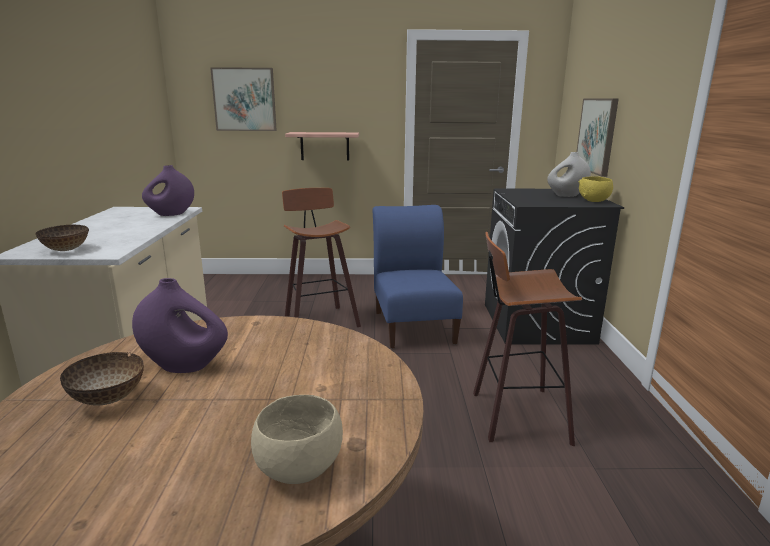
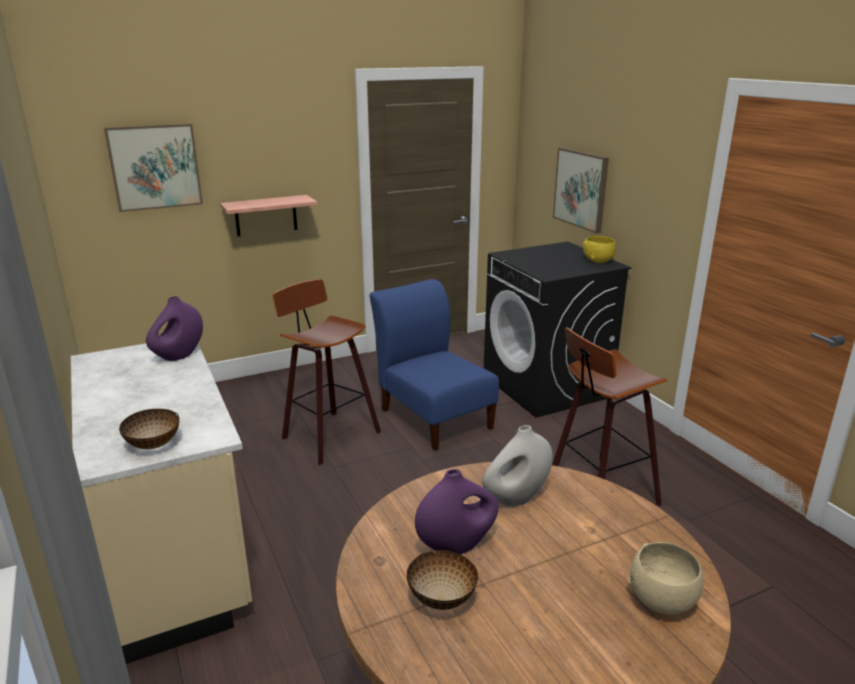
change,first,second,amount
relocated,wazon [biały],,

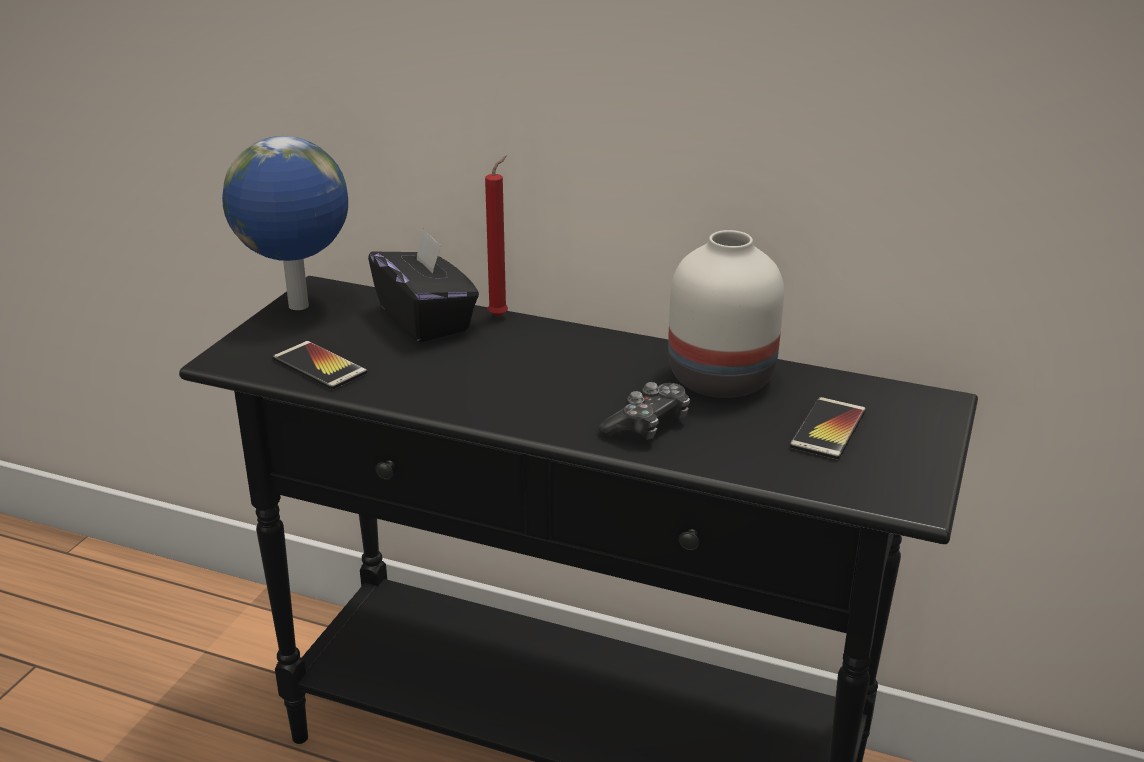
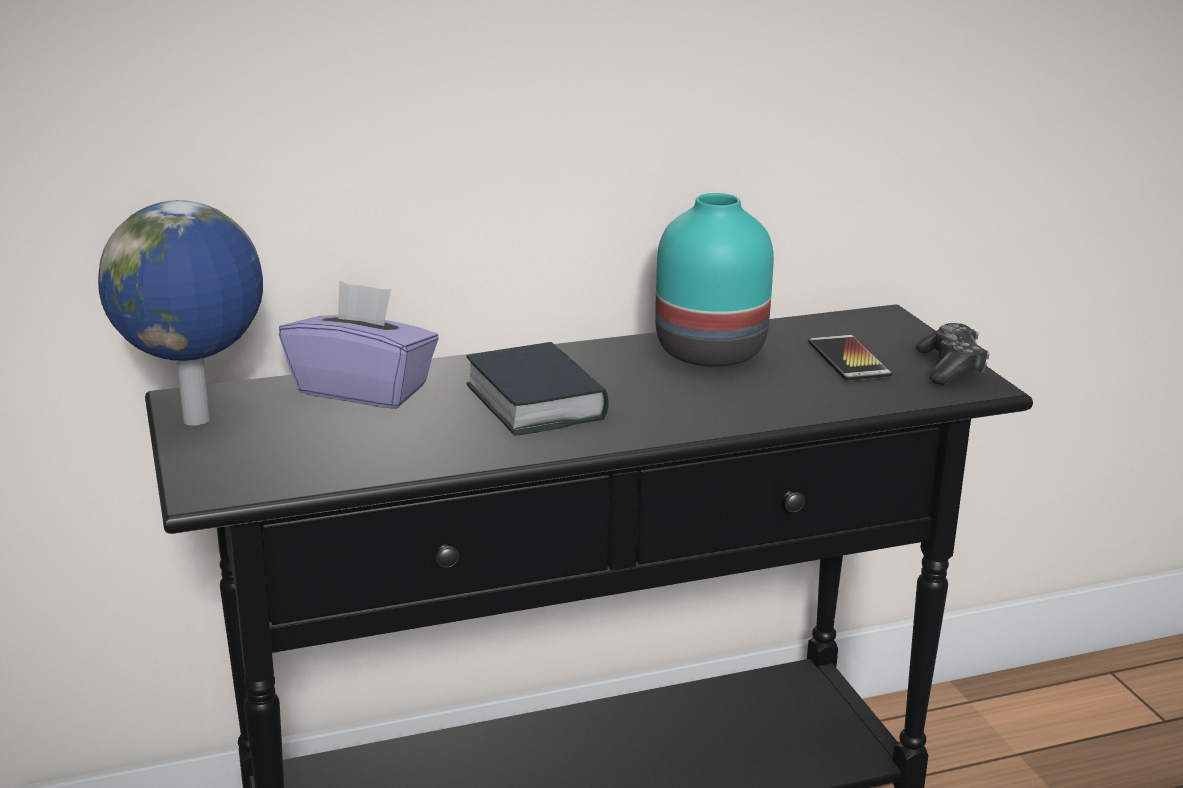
change,first,second,amount
missing,świeca [czerwony],,
colour,pudełko chusteczek [czarny],pudełko chusteczek [fioletowy],
colour,wazon [biały],wazon [turkusowy],
missing,telefon (no. 1 from left),,
relocated,pad do gier,,
appeared,,książka,

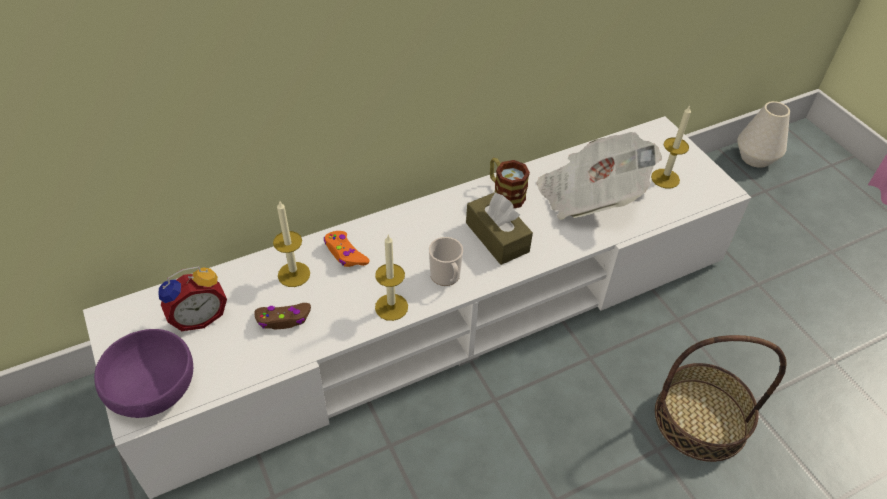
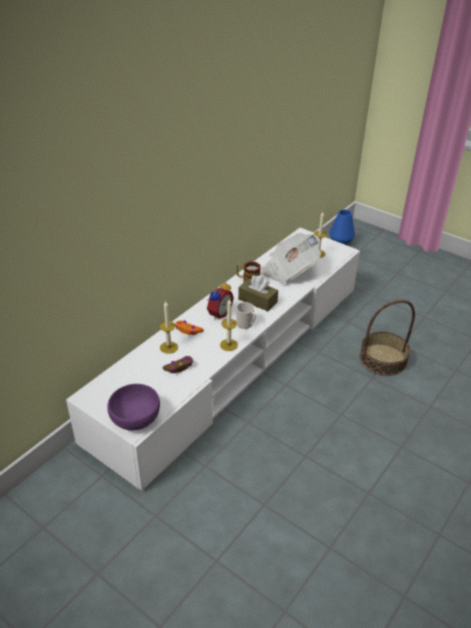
change,first,second,amount
colour,wazon [biały],wazon [niebieski],
relocated,budzik,,

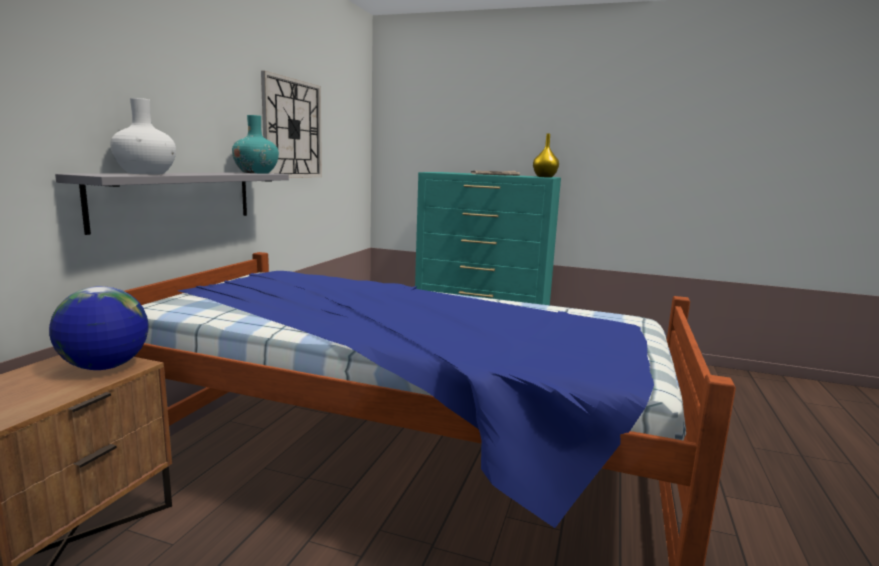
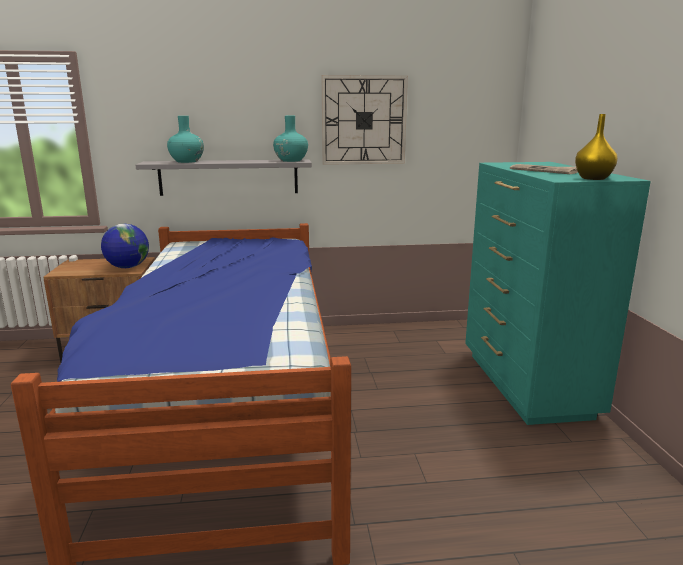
change,first,second,amount
colour,wazon [biały],wazon [turkusowy] (no. 1 from left),

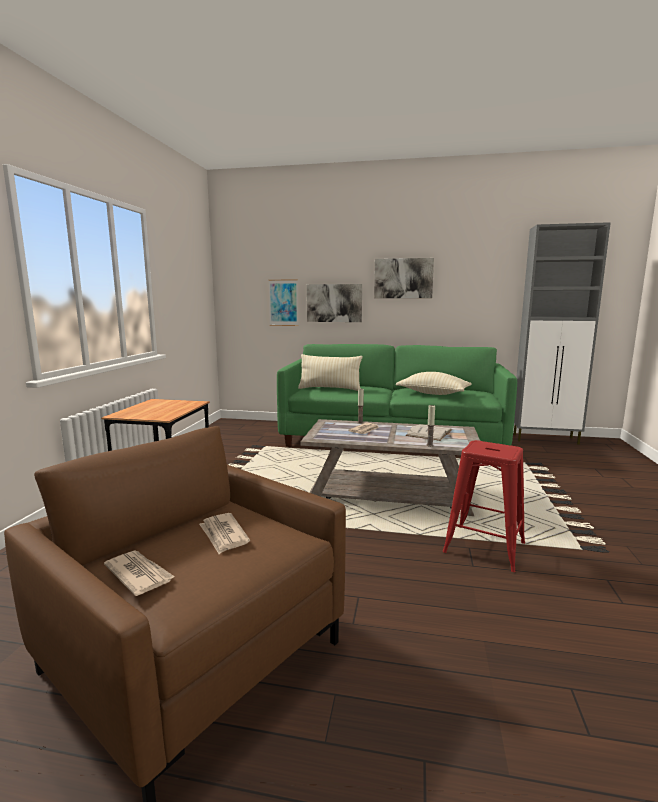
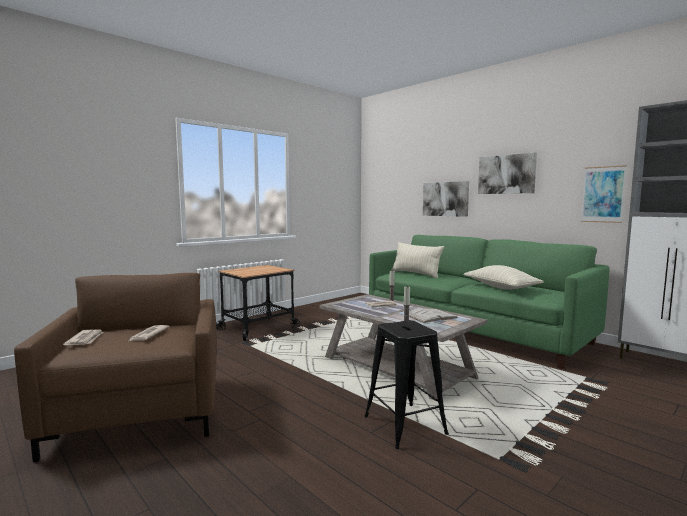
change,first,second,amount
relocated,obraz (no. 1 from left in the first image),obraz (no. 3 from left),
colour,stołek [czerwony],stołek [czarny],

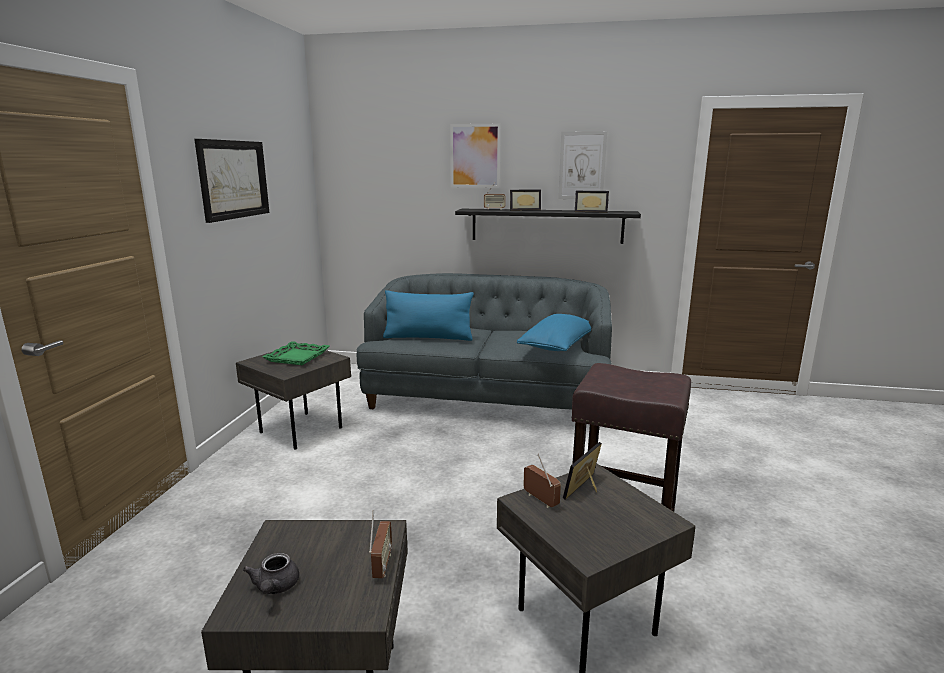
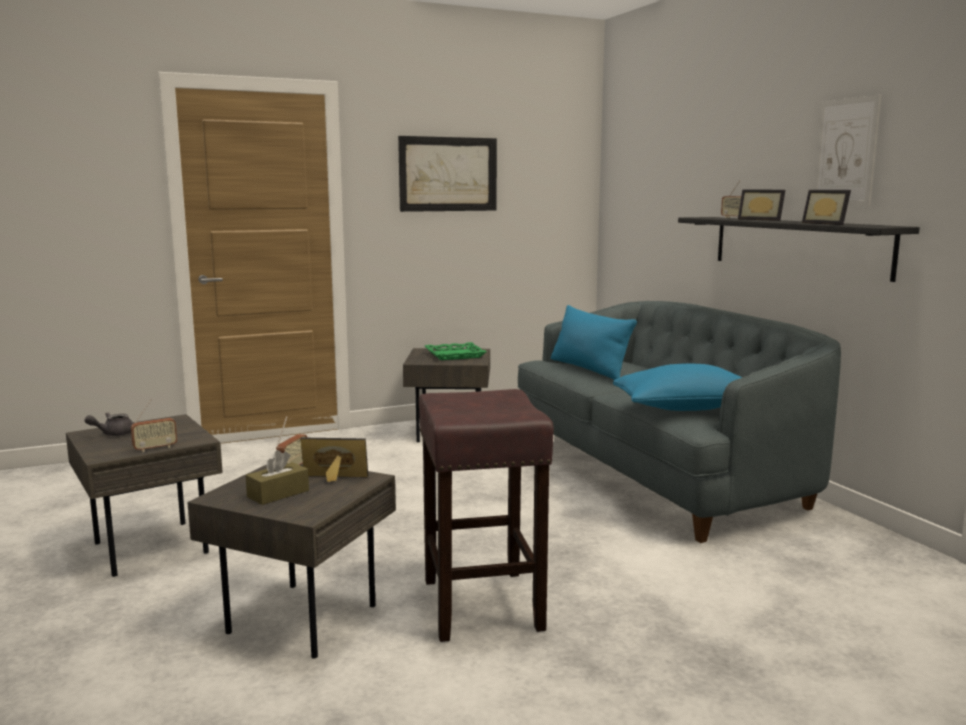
change,first,second,amount
missing,obraz (no. 2 from left),,
appeared,,pudełko chusteczek [brązowy],

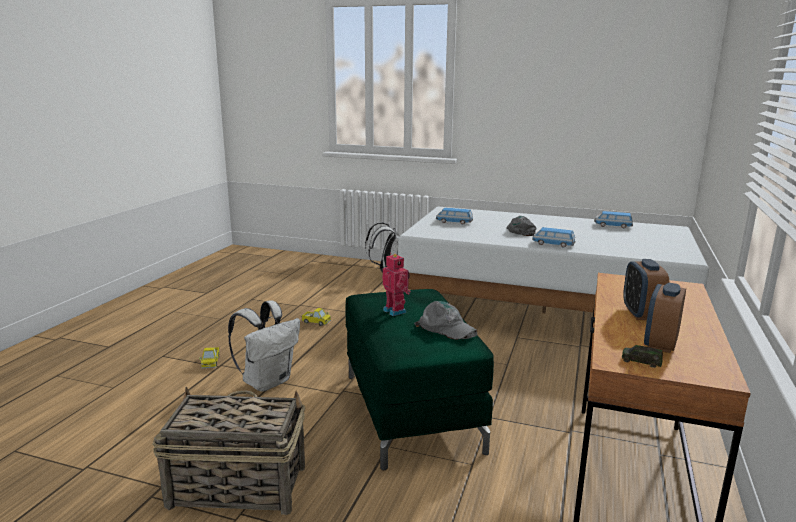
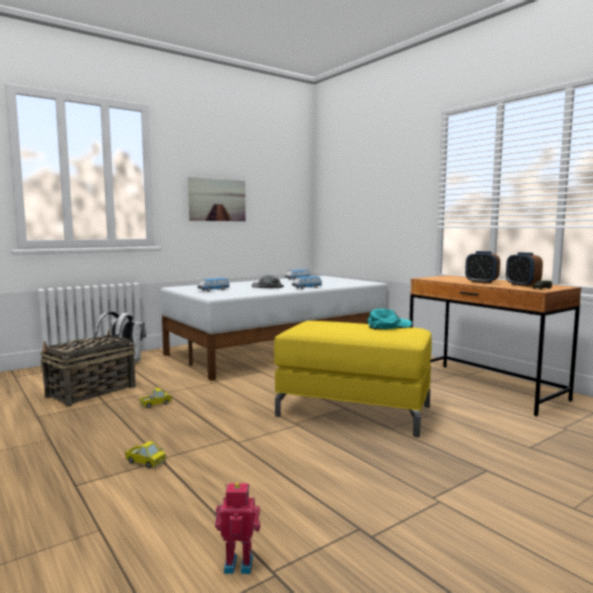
change,first,second,amount
relocated,robot zabawkowy,,
colour,pufa [zielony],pufa [żółty],
missing,plecak [biały] (no. 1 from left),,
colour,czapka z daszkiem [szary] (no. 1 from left),czapka z daszkiem [turkusowy],
relocated,koszyk,,
appeared,,obraz,

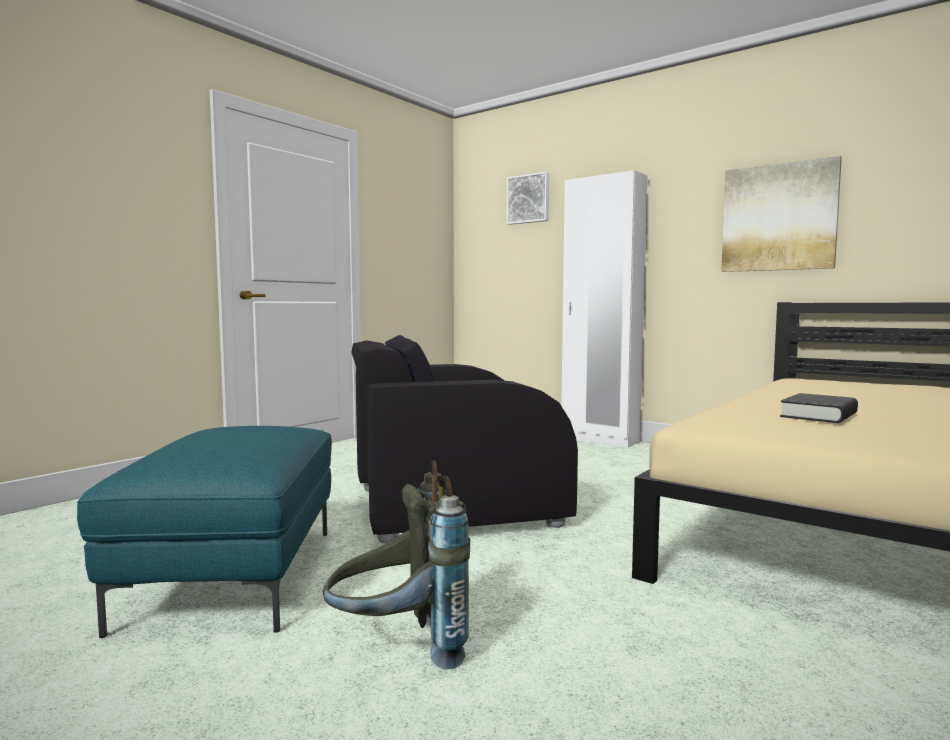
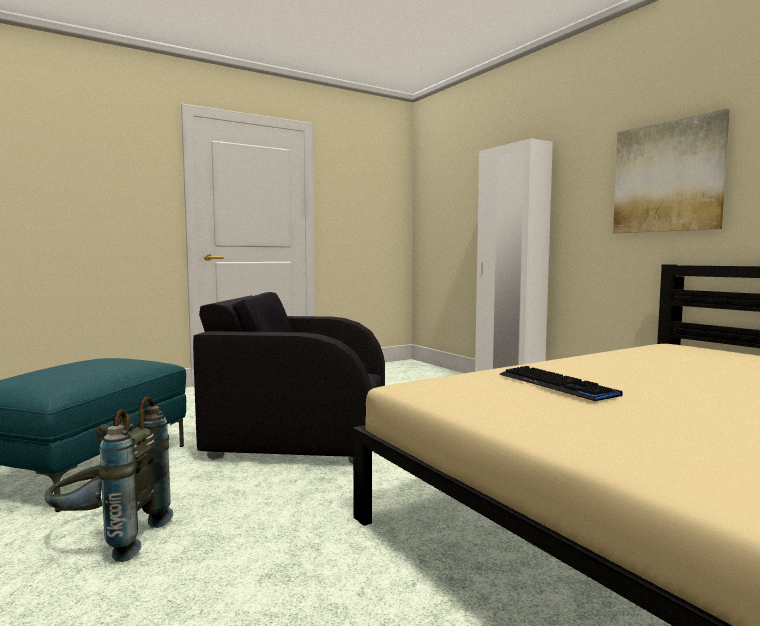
change,first,second,amount
missing,obraz (no. 1 from left),,
exchanged,książka [czarny],klawiatura,

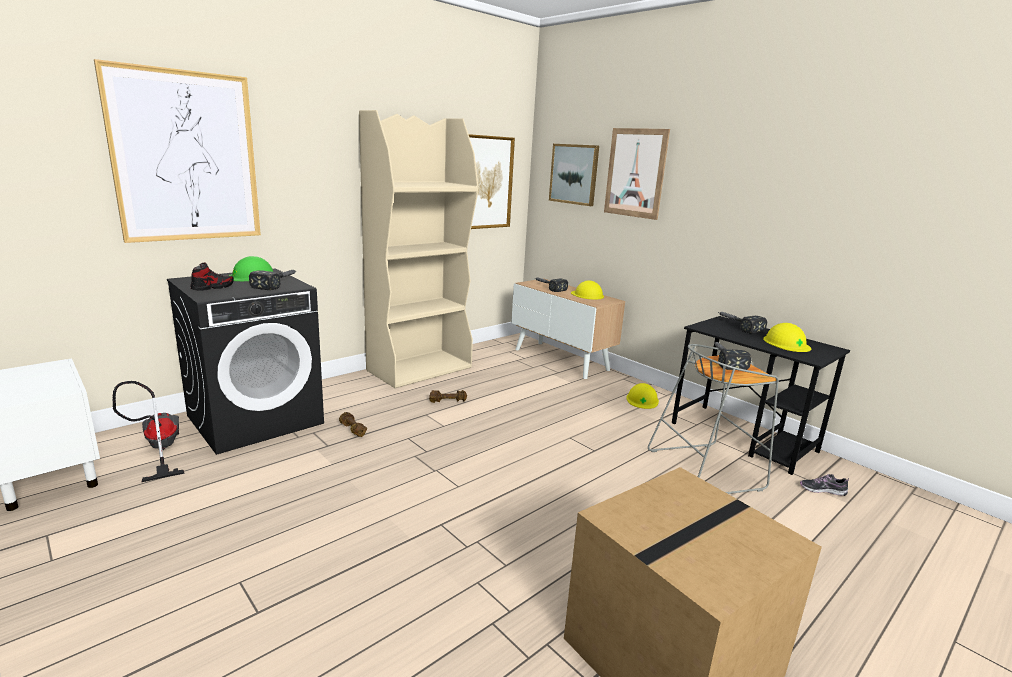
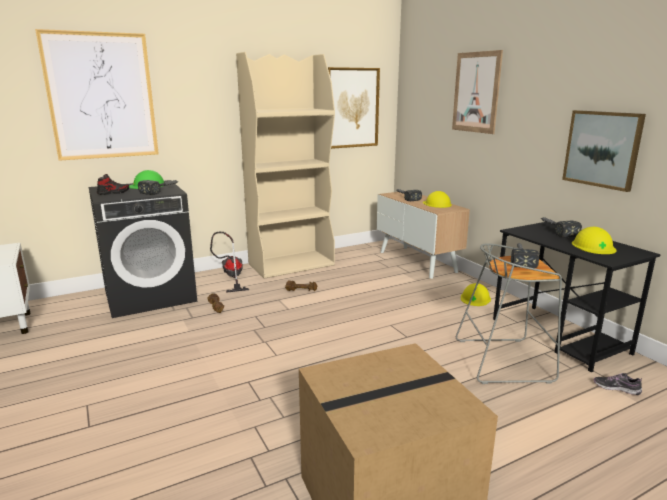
change,first,second,amount
relocated,obraz (no. 3 from left in the first image),obraz (no. 4 from left),
relocated,odkurzacz,,

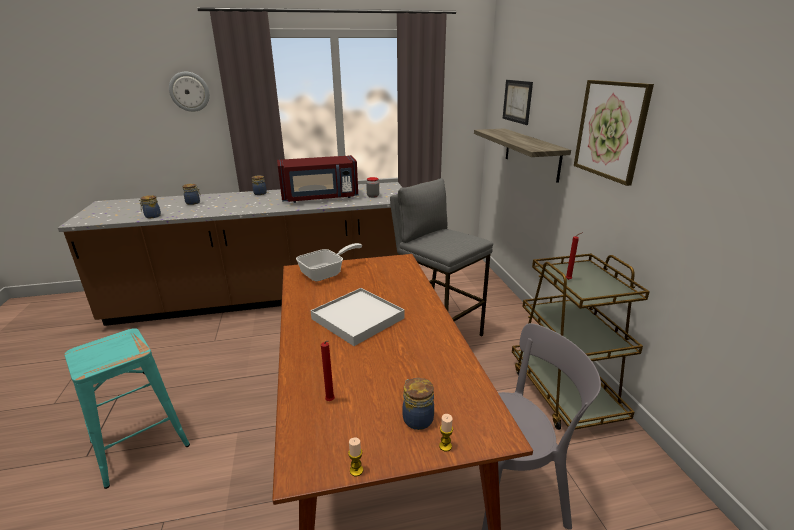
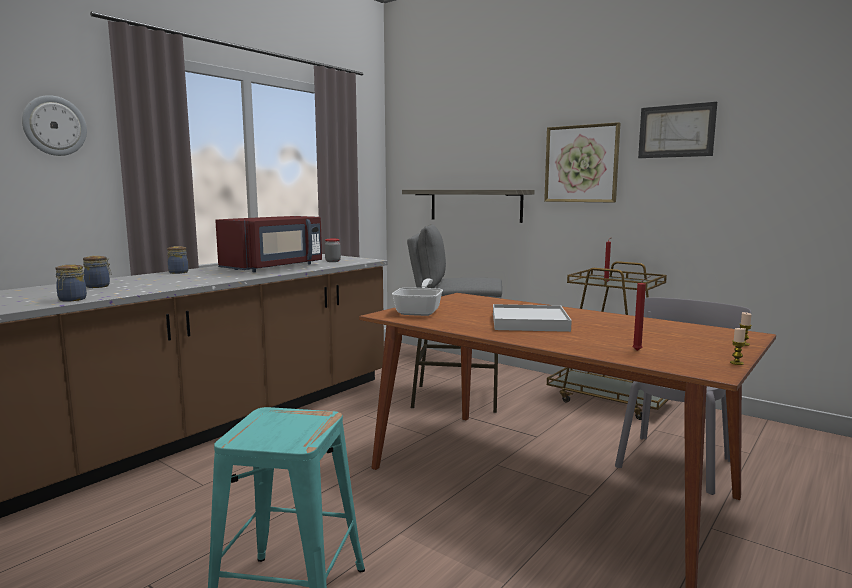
change,first,second,amount
relocated,obraz (no. 1 from left in the first image),obraz (no. 2 from left),
missing,słoik (no. 5 from left),,

